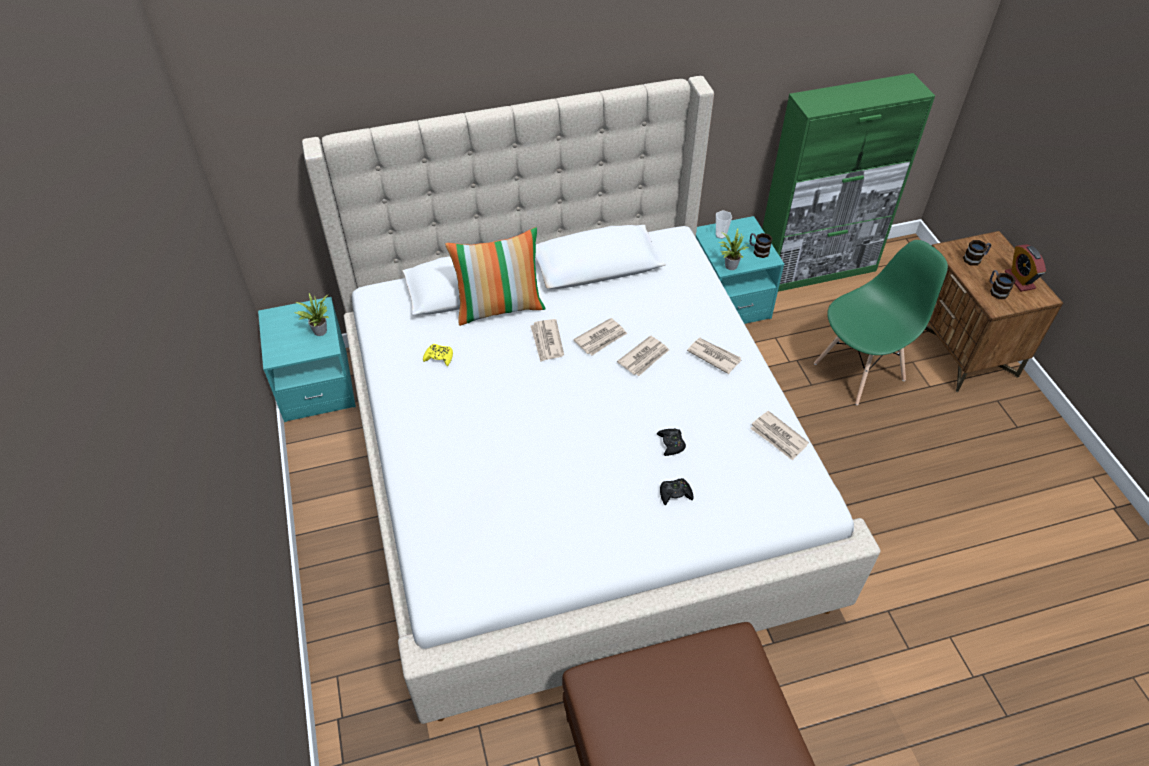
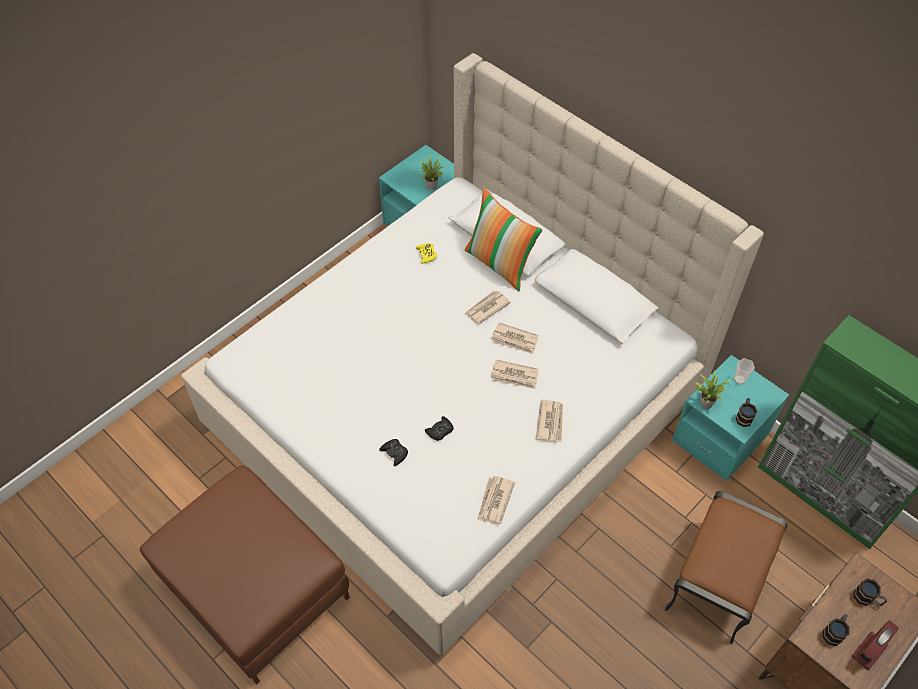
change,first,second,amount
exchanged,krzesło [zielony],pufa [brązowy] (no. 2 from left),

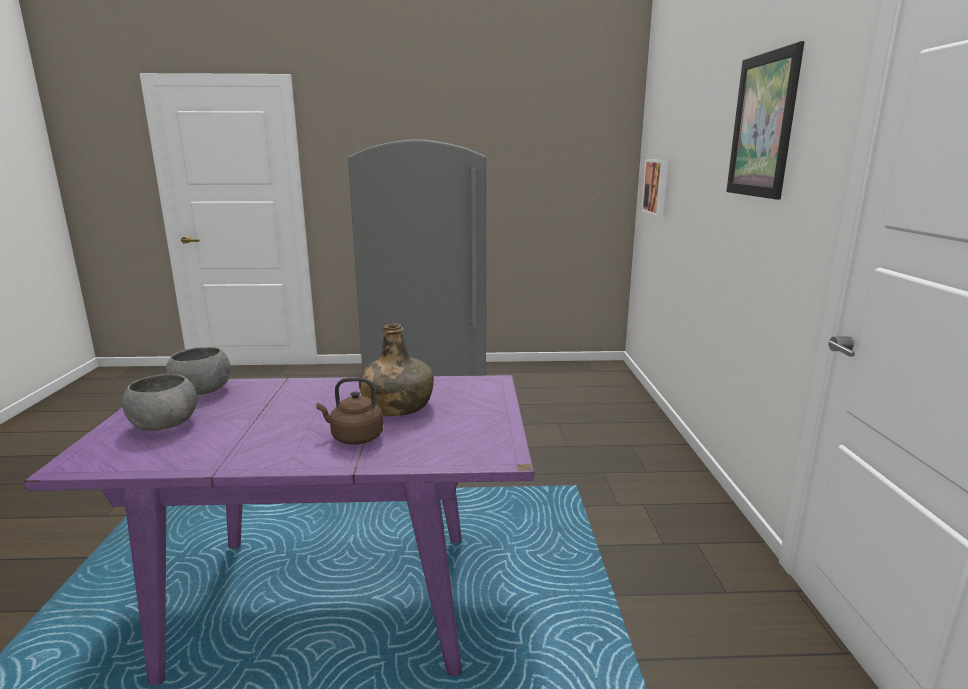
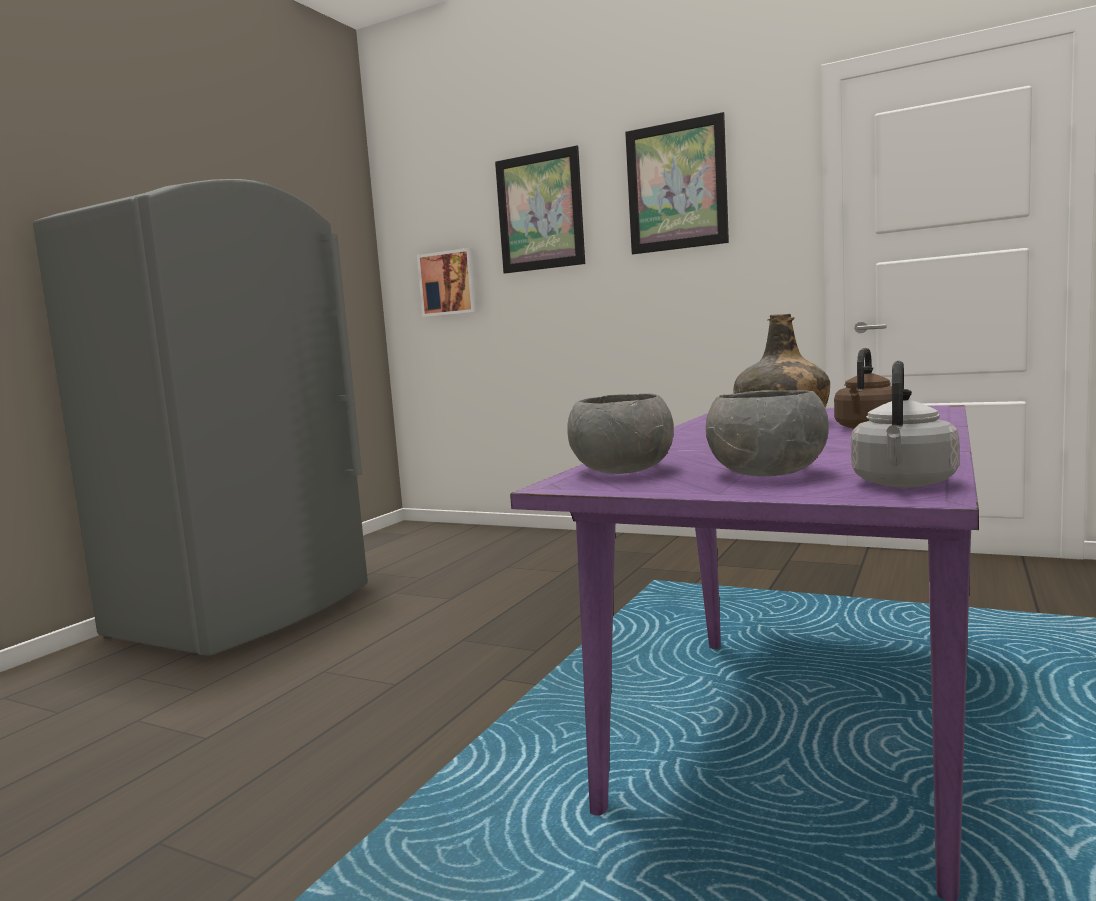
change,first,second,amount
appeared,,obraz (no. 2 from left),
appeared,,czajnik [szary],

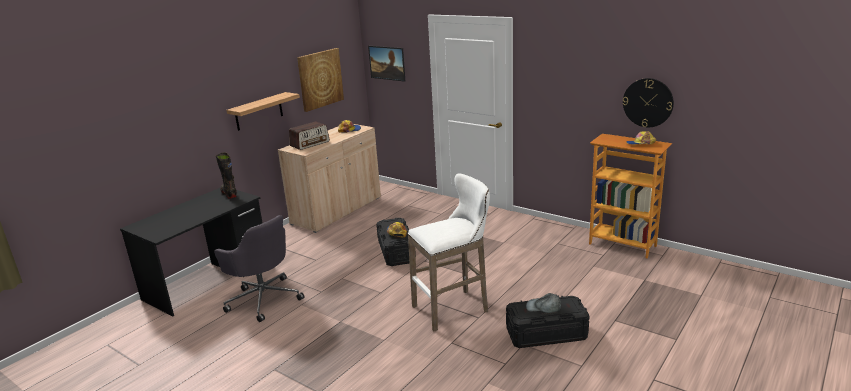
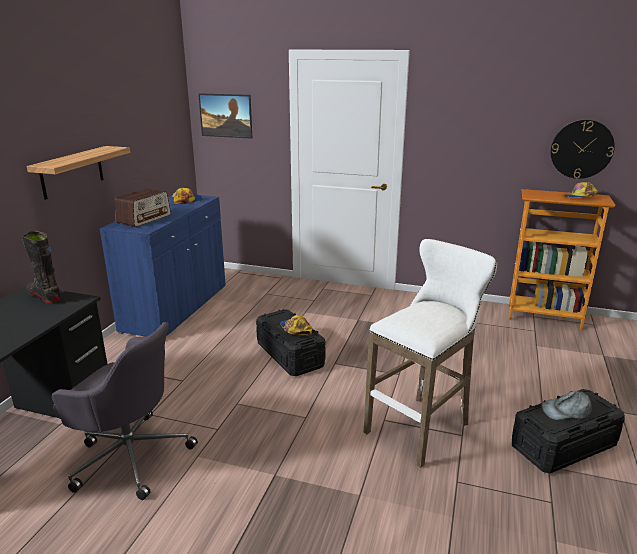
change,first,second,amount
missing,obraz (no. 1 from left),,
colour,szafka [beżowy],szafka [niebieski],

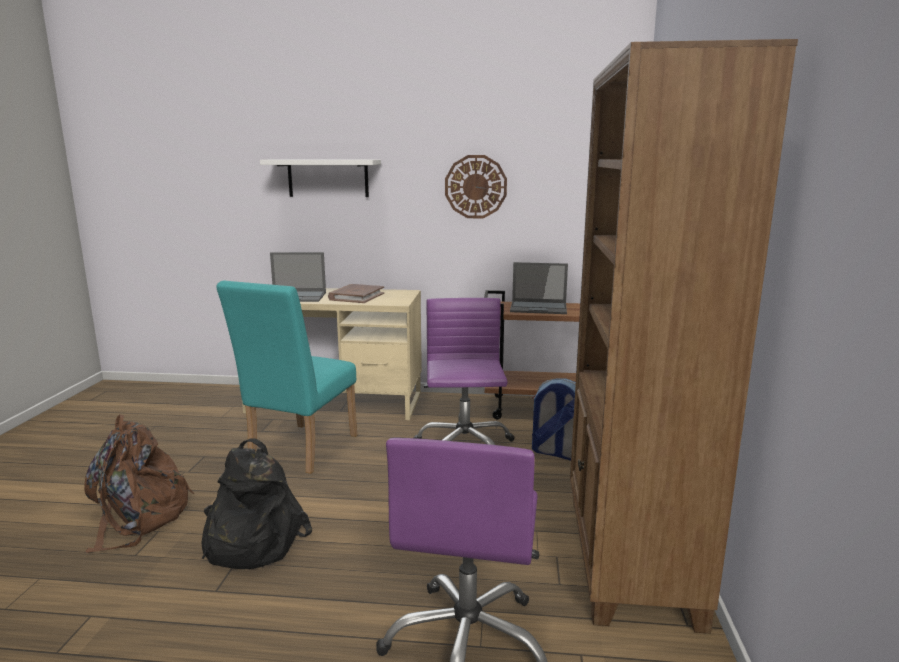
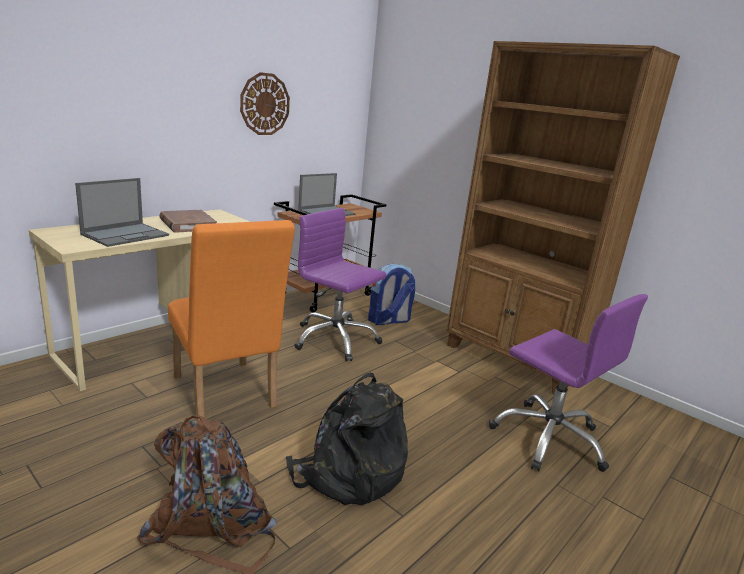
change,first,second,amount
missing,półka [biały],,
colour,krzesło [turkusowy],krzesło [pomarańczowy],

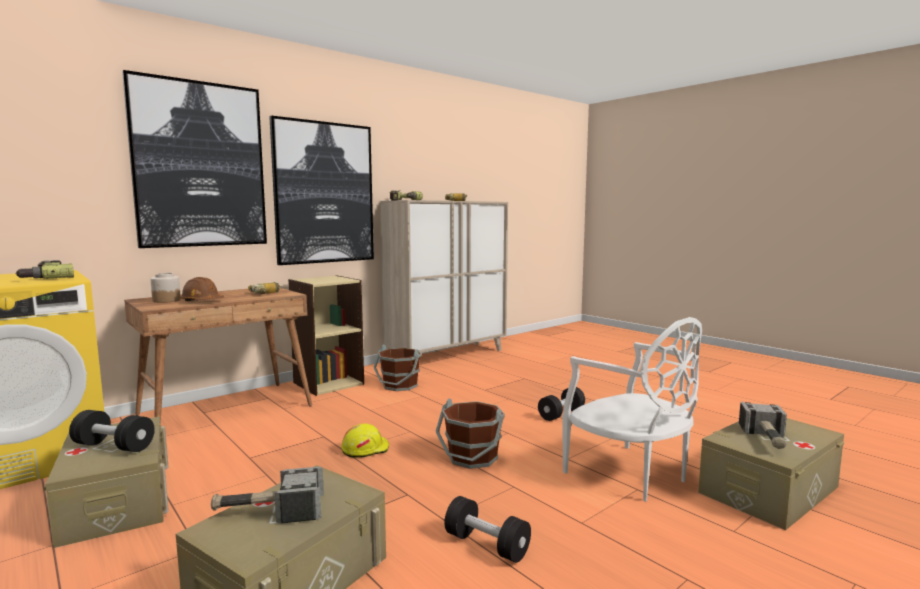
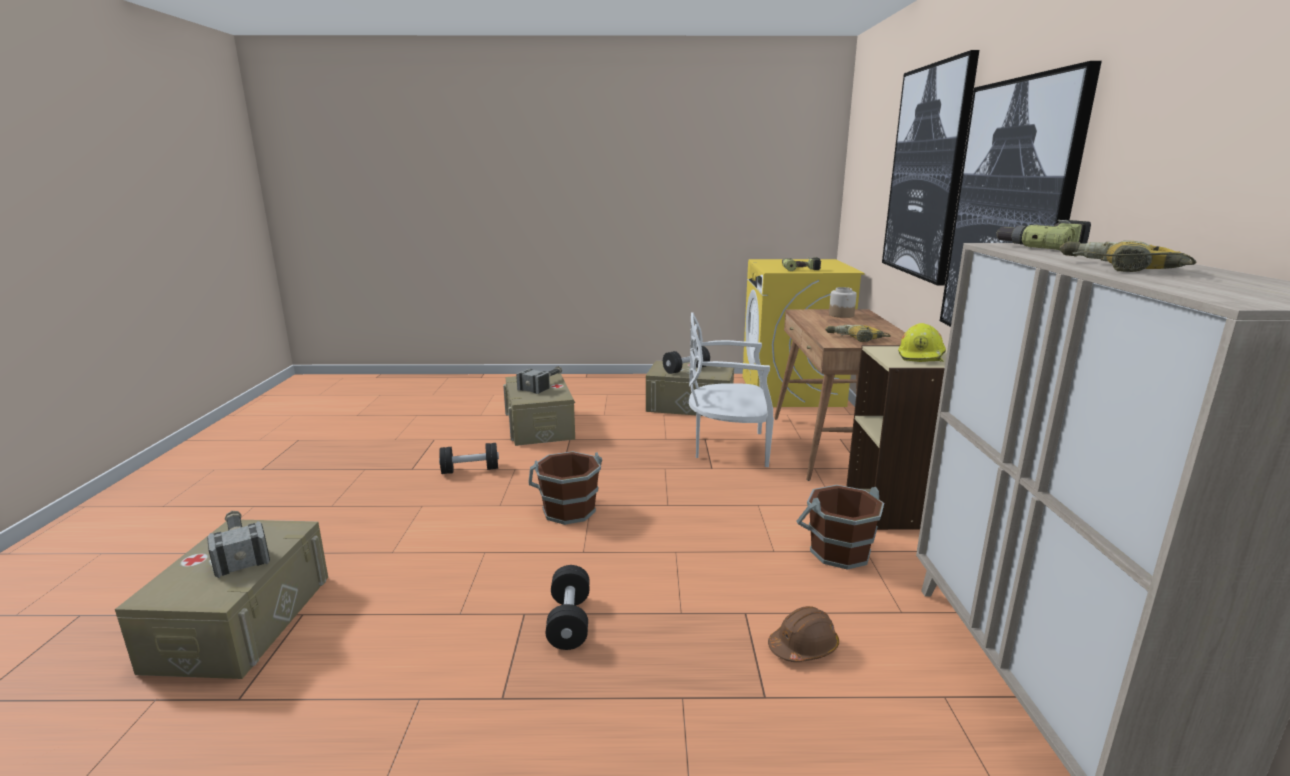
change,first,second,amount
relocated,kask [brązowy],,
relocated,krzesło [biały],,
relocated,kask [żółty],,

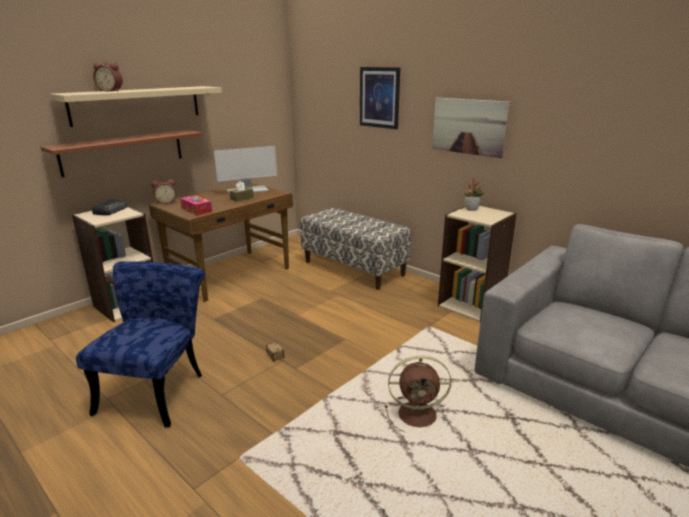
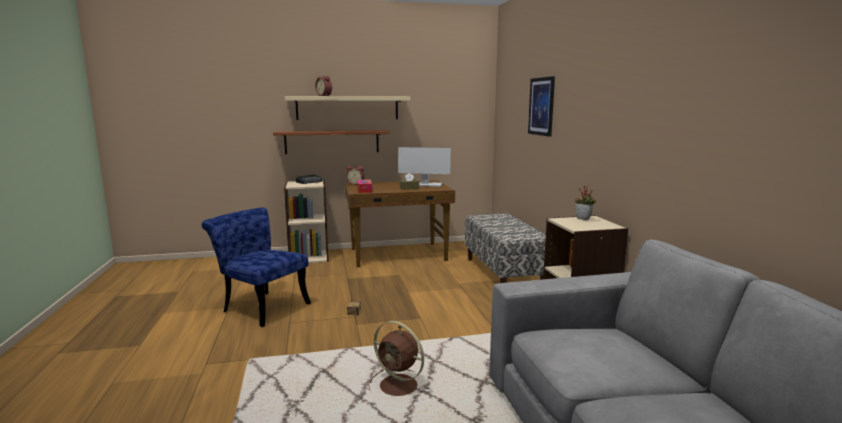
change,first,second,amount
missing,obraz (no. 2 from left),,
spun,krzesło [niebieski],,105 degrees counterclockwise

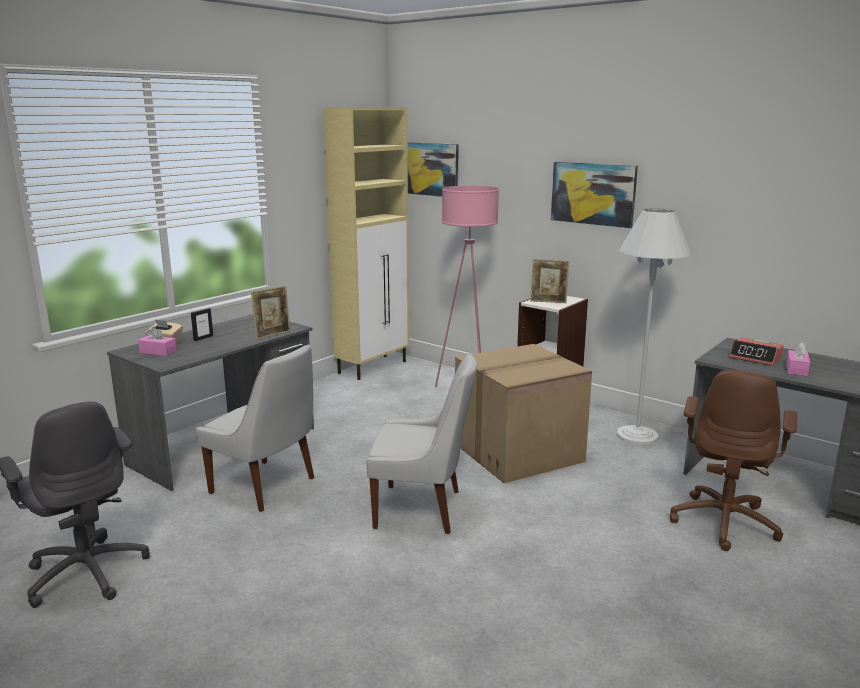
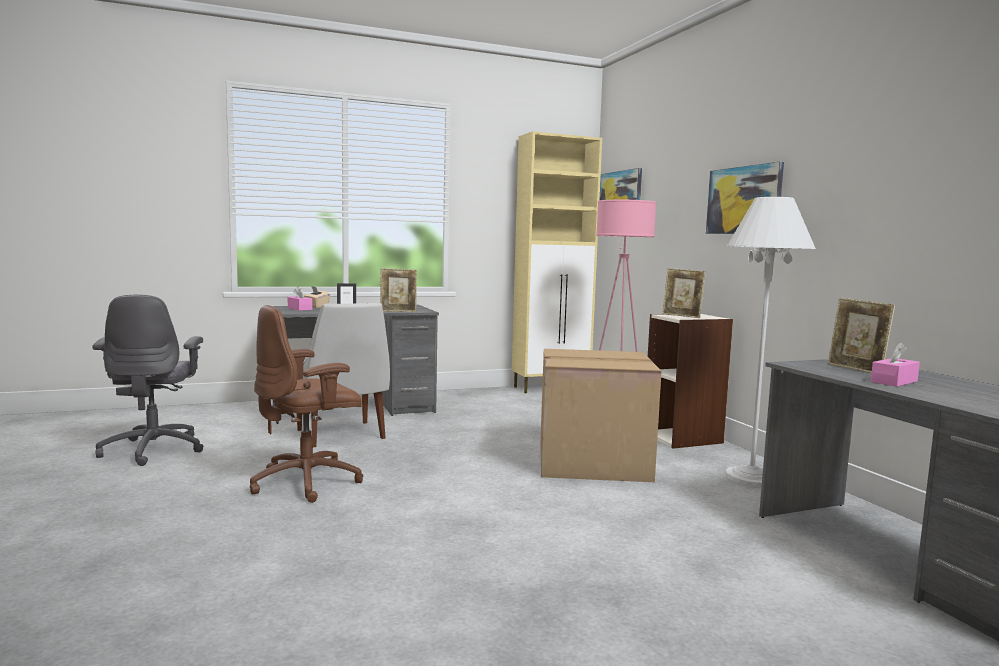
change,first,second,amount
exchanged,budzik,ramka na zdjęcie (no. 4 from left),
missing,krzesło [biały] (no. 2 from left),,
relocated,krzesło biurowe [brązowy],,

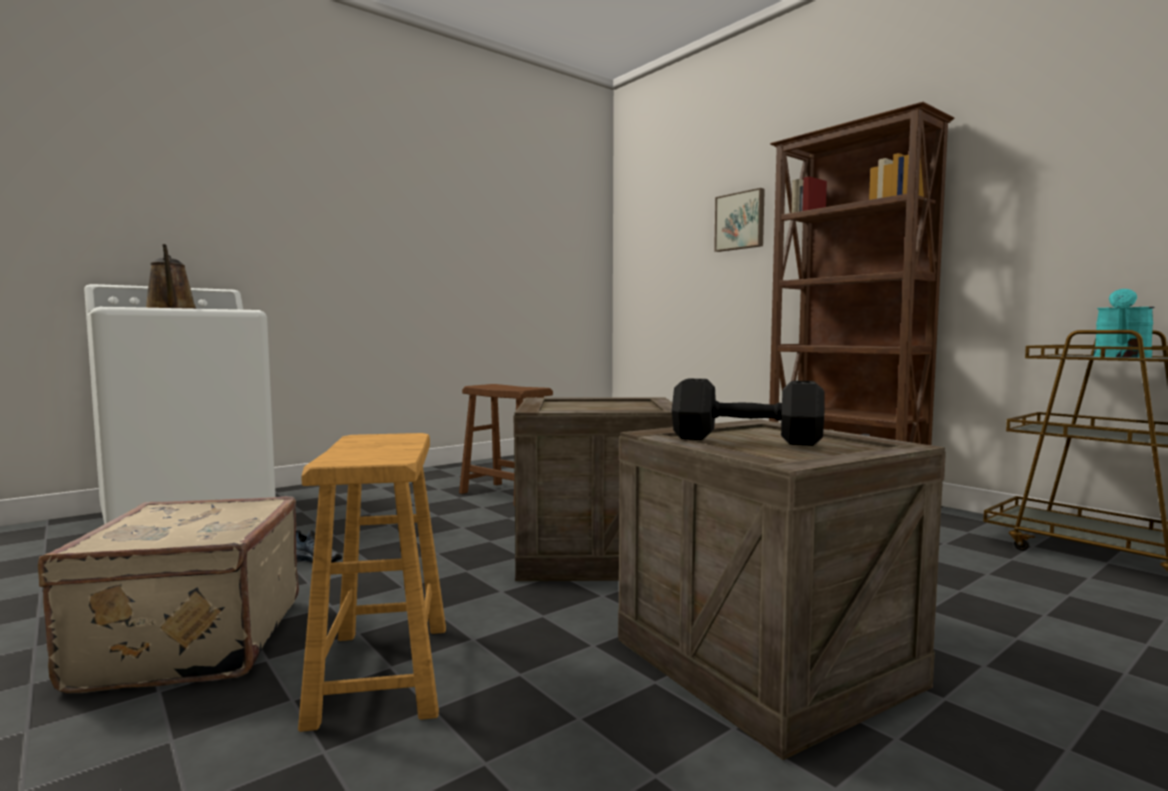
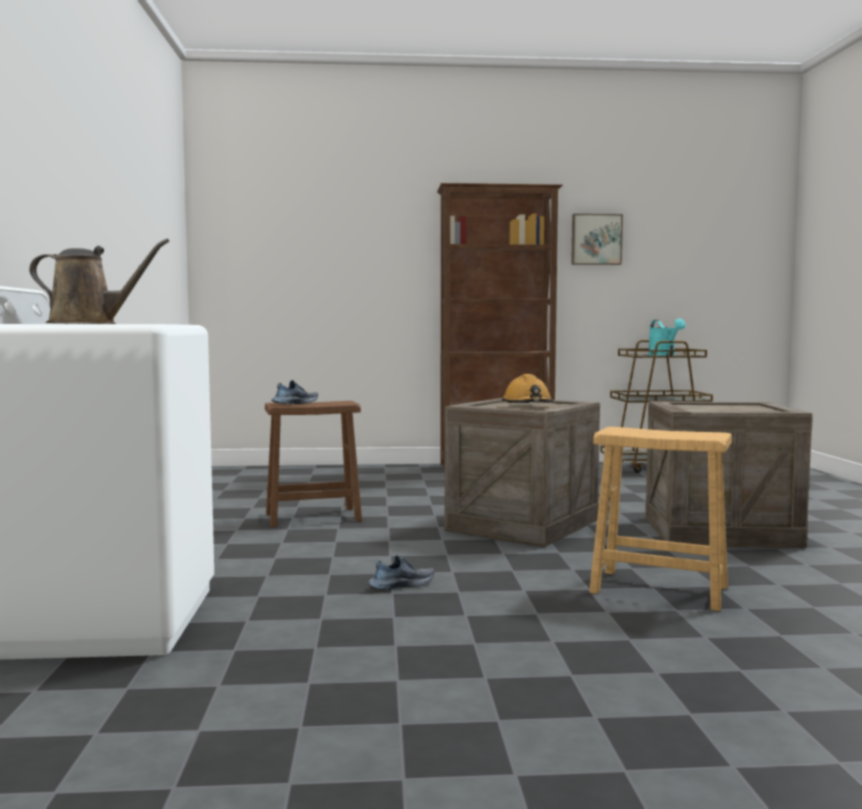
change,first,second,amount
relocated,obraz,,
missing,hantel [czarny],,
missing,walizka [beżowy],,
appeared,,kask [pomarańczowy],
appeared,,but (no. 1 from left),

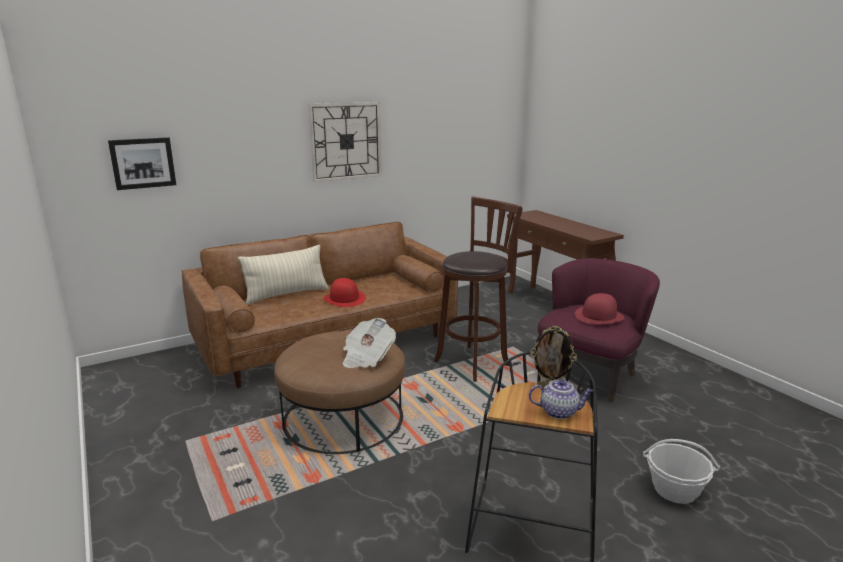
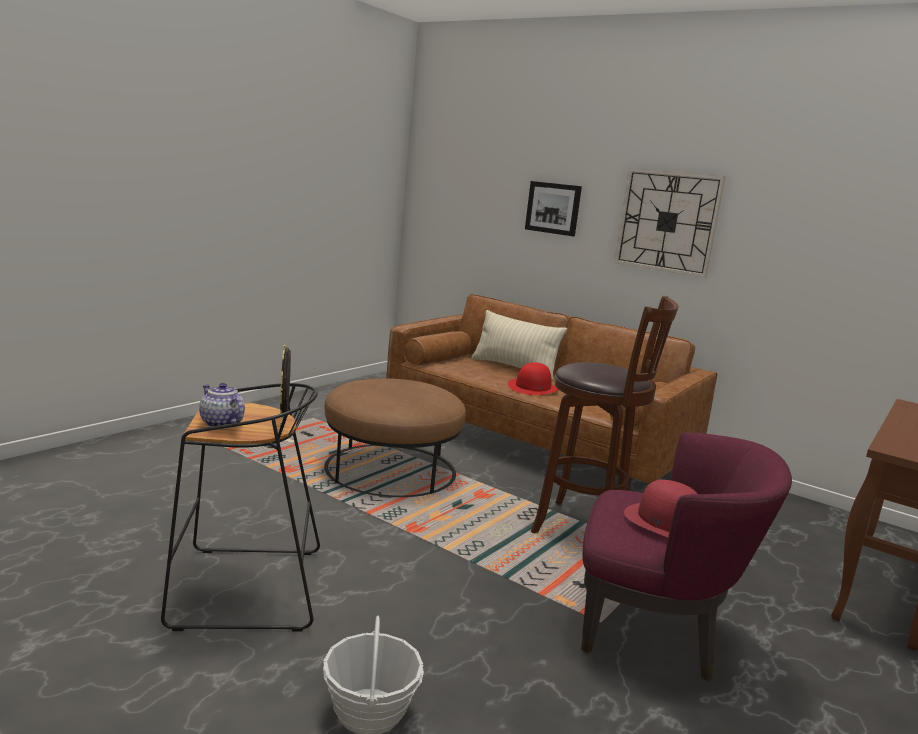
change,first,second,amount
relocated,obraz,,
missing,gazeta,,
spun,imbryk,,150 degrees clockwise

